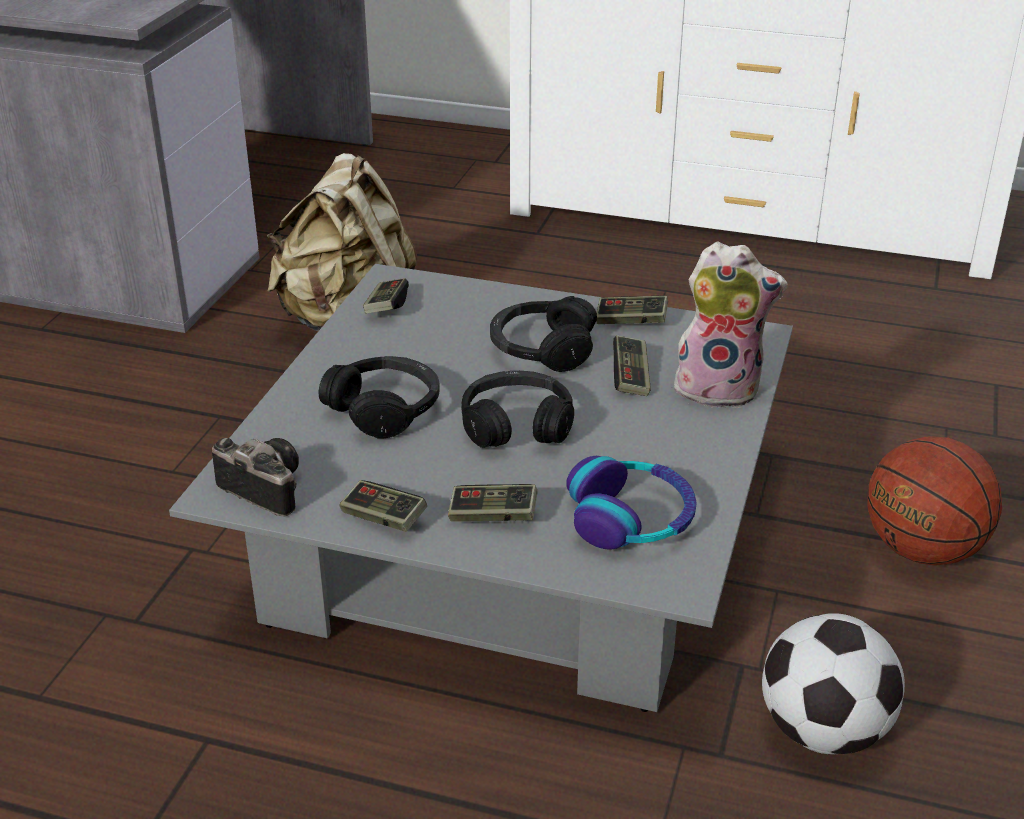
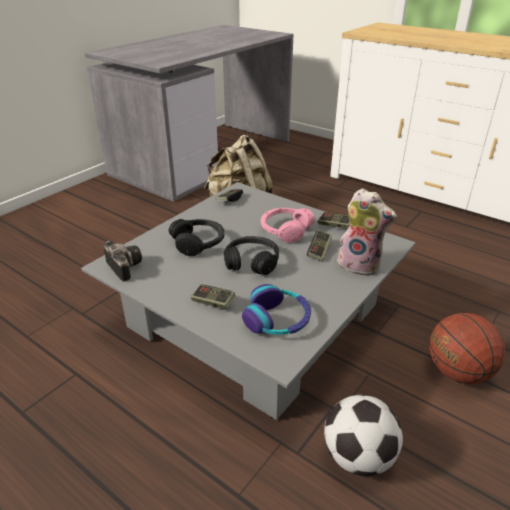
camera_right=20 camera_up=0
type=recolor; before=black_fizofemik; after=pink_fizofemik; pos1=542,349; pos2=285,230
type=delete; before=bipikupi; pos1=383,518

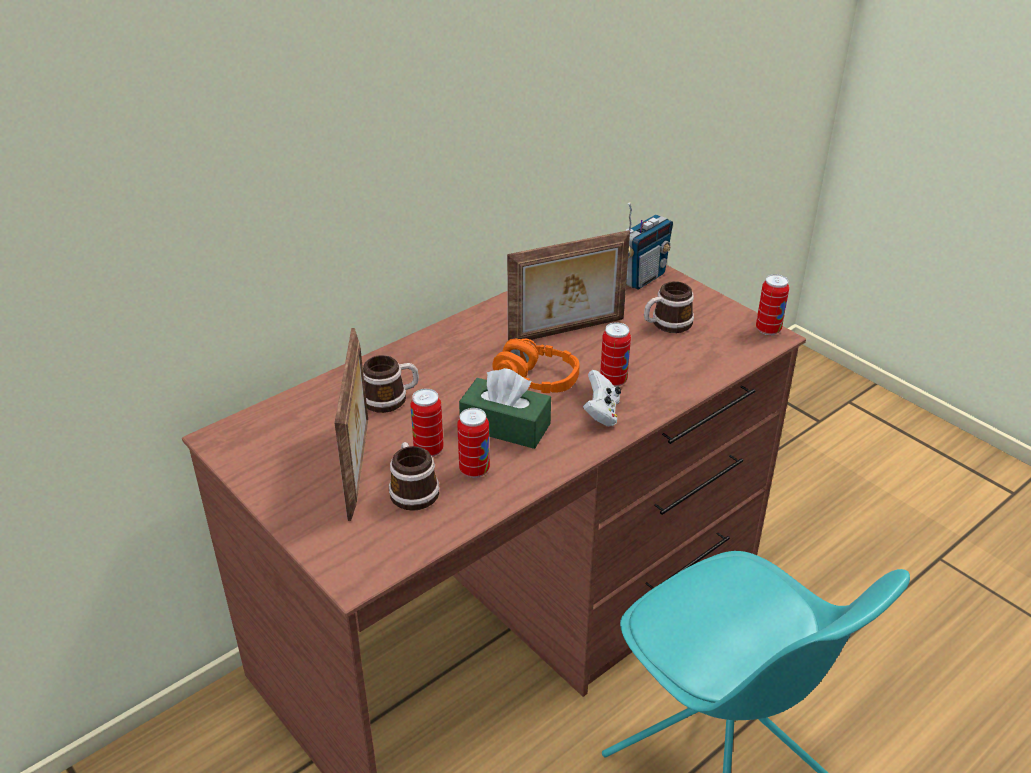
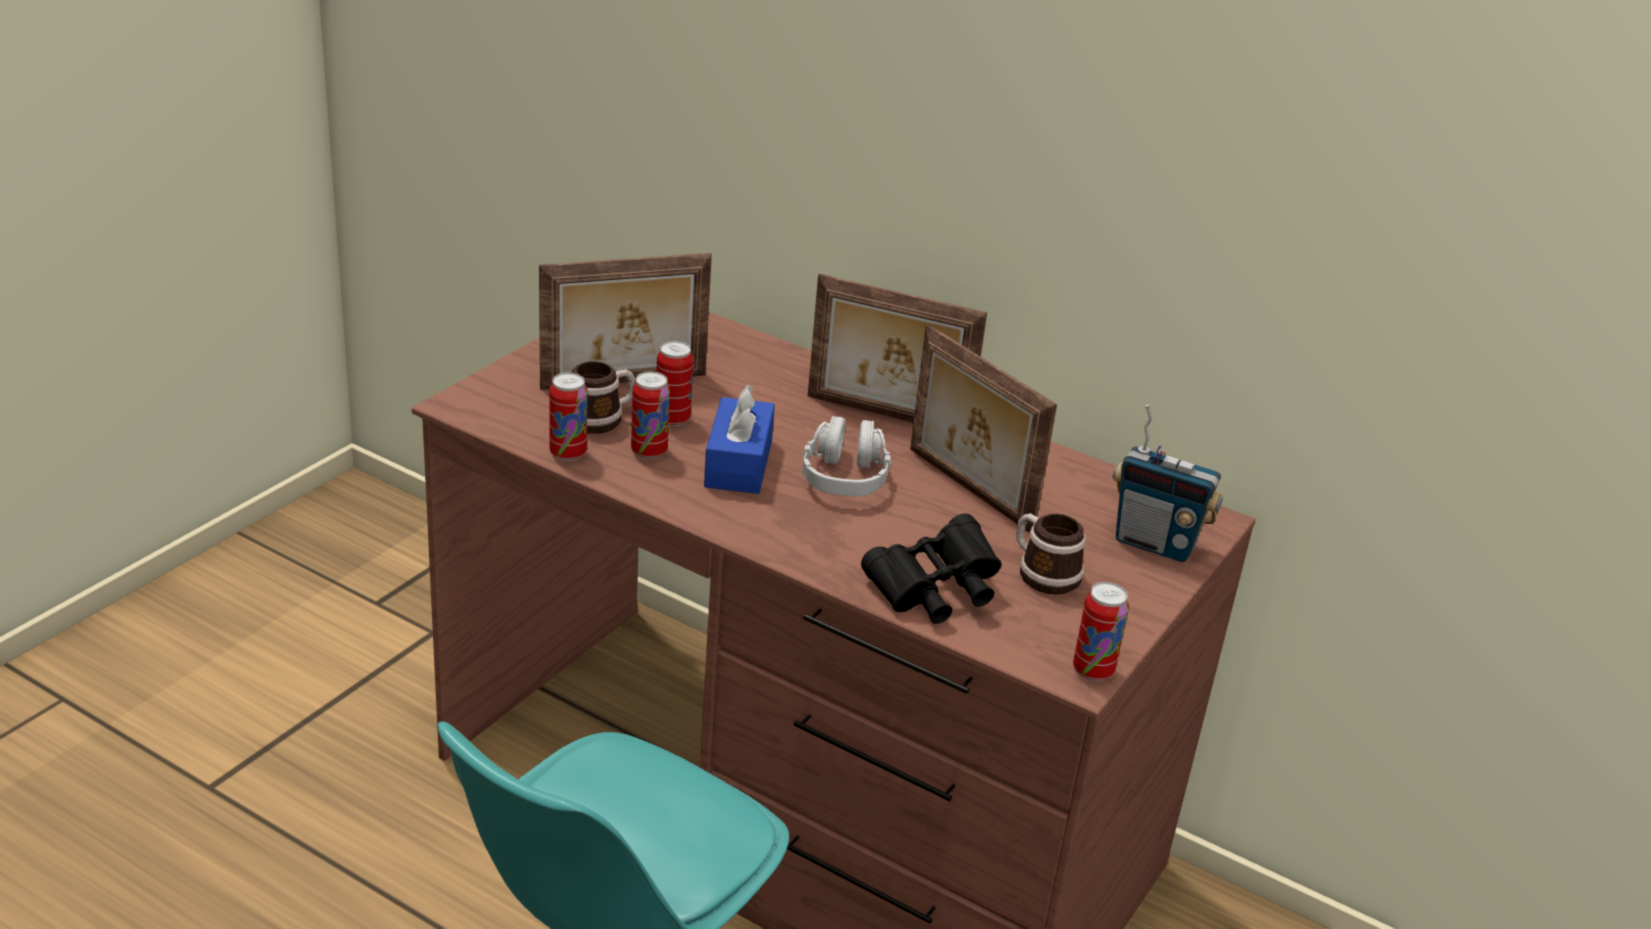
camera_right=70 camera_up=-5
type=move; before=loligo; pos1=613,380; pos2=568,453
type=recolor; before=orange_fizofemik; after=grey_fizofemik; pos1=536,380; pos2=845,476
type=delete; before=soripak; pos1=391,398
type=recolor; before=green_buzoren; after=blue_buzoren; pos1=505,426; pos2=738,463
type=delete; before=white_bipikupi; pos1=601,413
type=insert; after=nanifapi; pos2=886,416
type=insert; after=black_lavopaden; pos2=934,592

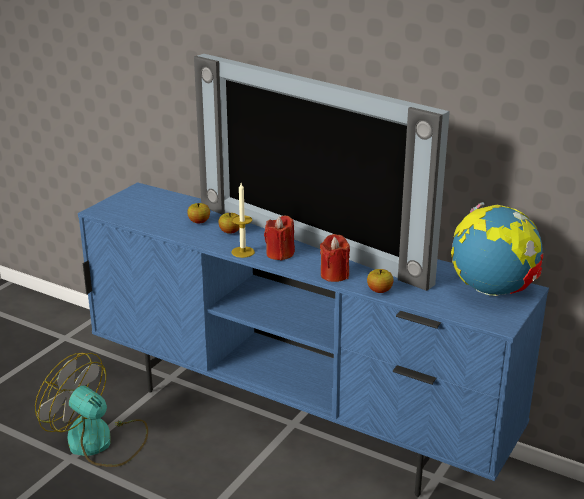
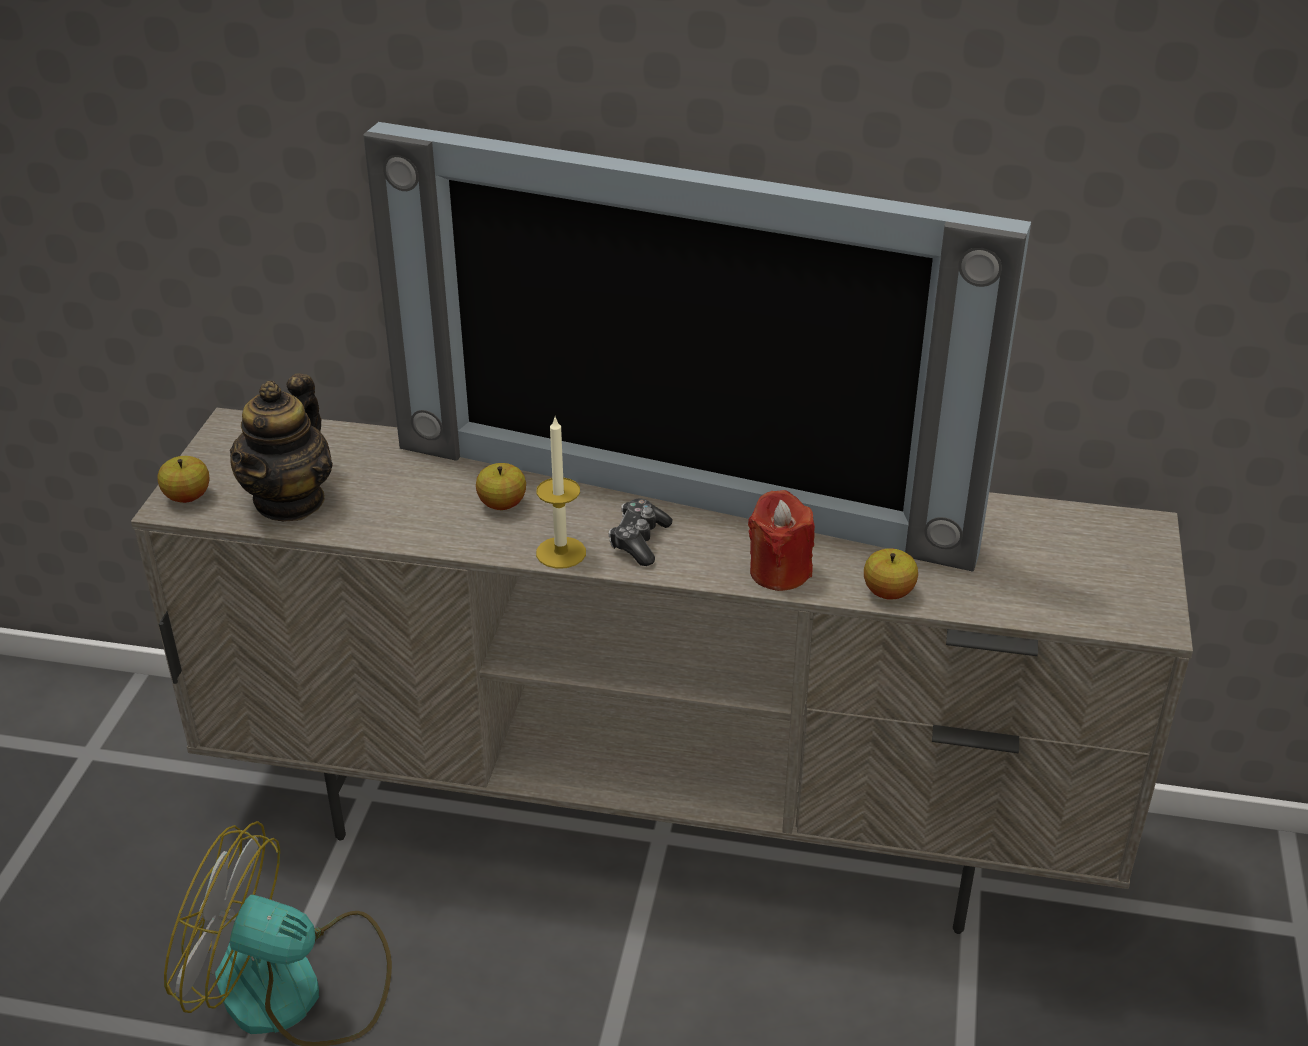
camera_right=-20 camera_up=10
type=recolor; before=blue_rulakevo; after=beige_rulakevo; pos1=296,418; pos2=660,823
type=delete; before=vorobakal; pos1=492,290
type=move; before=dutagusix; pos1=199,222; pos2=187,497
type=replace; before=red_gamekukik; after=bipikupi; pos1=280,254; pos2=639,541
type=insert; after=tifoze; pos2=290,501

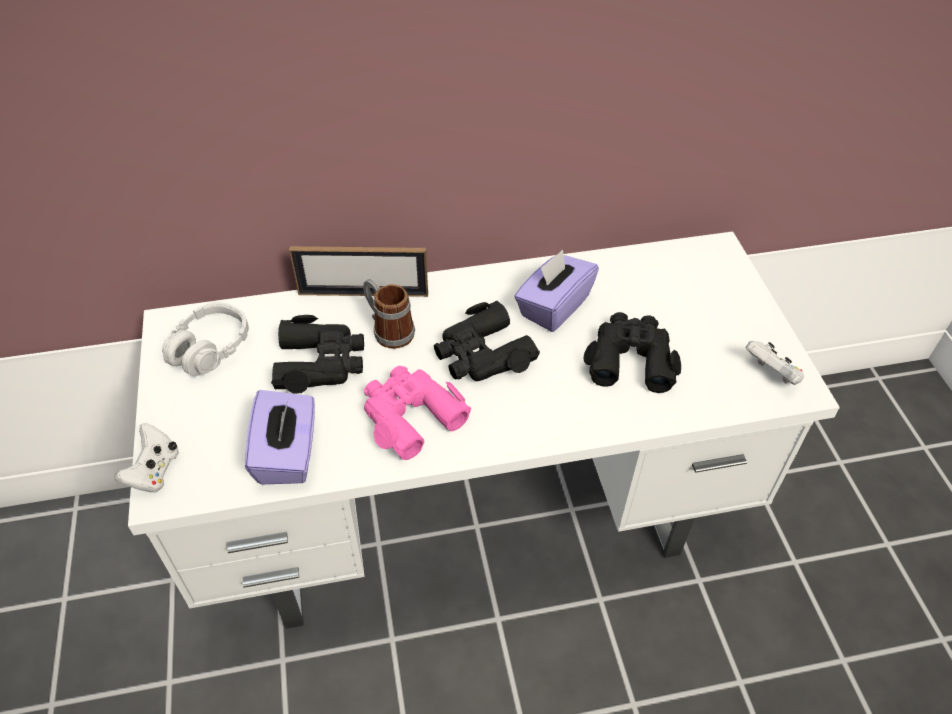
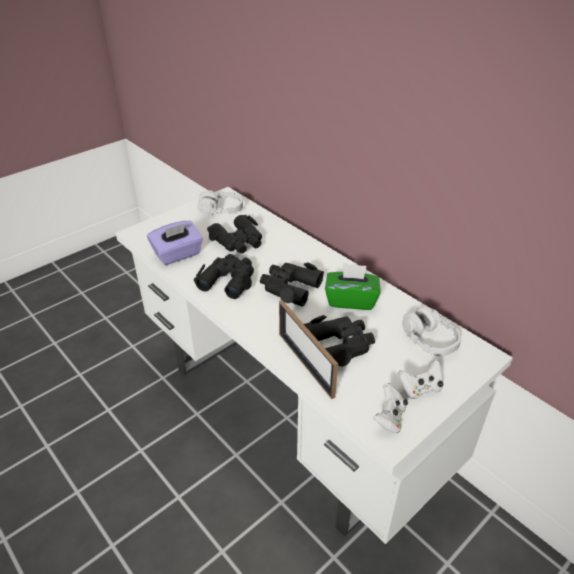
camera_right=60 camera_up=-10
type=move; before=nanifapi; pos1=363,294; pos2=305,364
type=recolor; before=purple_buzoren; after=green_buzoren; pos1=553,307; pos2=351,300
type=delete; before=soripak; pos1=388,329
type=recolor; before=pink_lavopaden; after=black_lavopaden; pos1=410,415; pos2=228,280
type=move; before=white_bipikupi; pos1=154,471; pos2=420,388
type=insert; after=grey_fizofemik; pos2=429,339

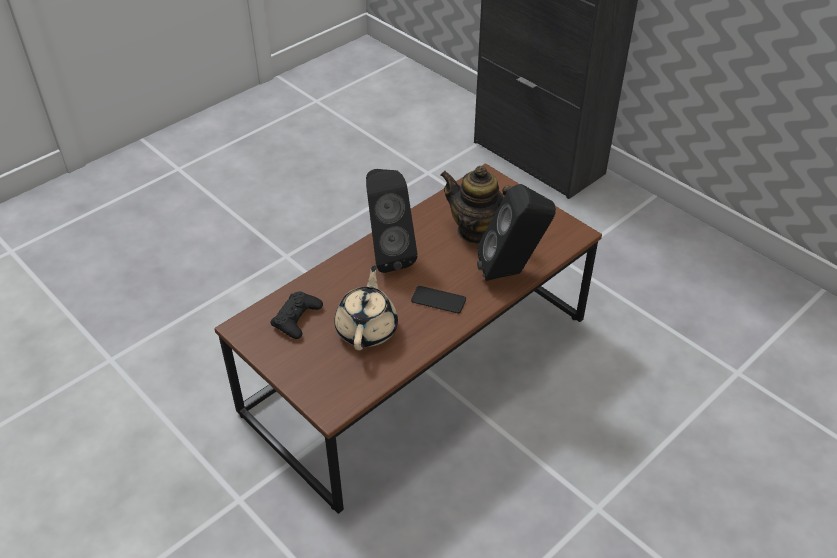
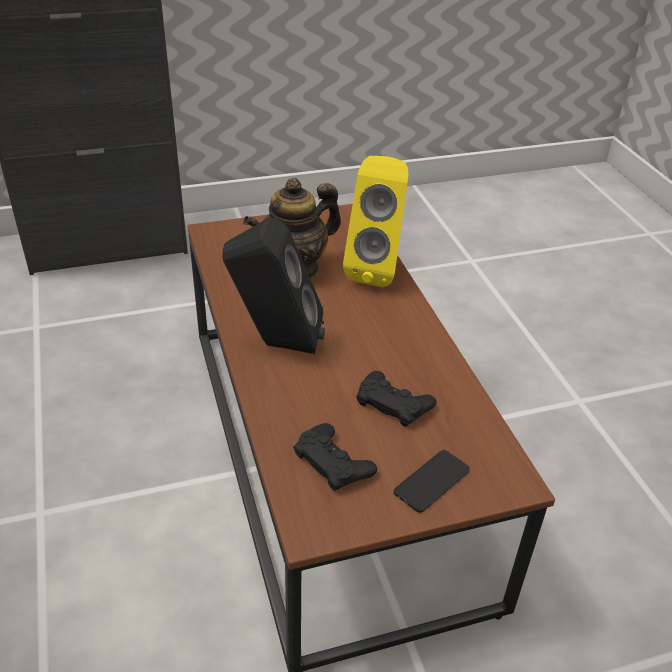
camera_right=-65 camera_up=-5
type=recolor; before=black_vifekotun; after=yellow_vifekotun; pos1=512,272; pos2=376,269
type=replace; before=beige_tifoze; after=black_bipikupi; pos1=367,328; pos2=393,403
type=move; before=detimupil; pos1=438,300; pos2=432,481

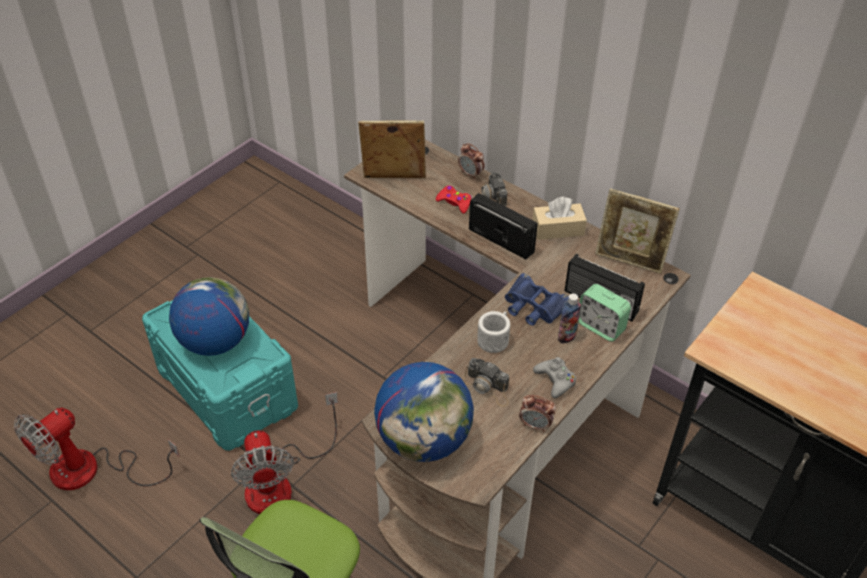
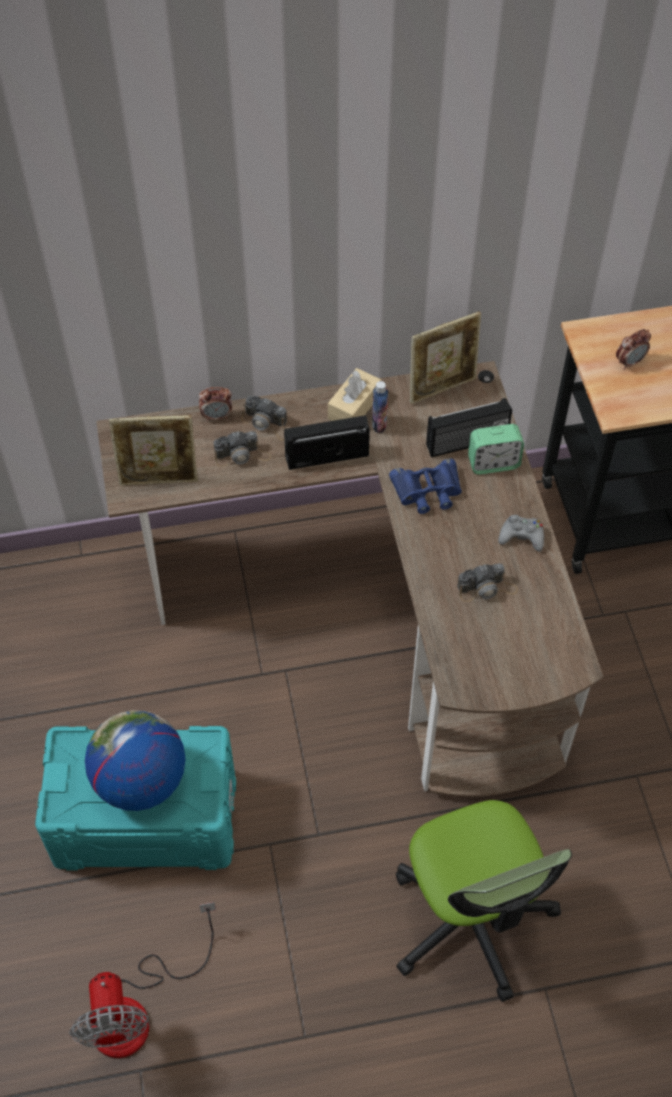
camera_right=-50 camera_up=10
type=rotate; before=nanifapi; pos1=393,179; pos2=159,479; turn=-135
type=replace; before=red_bipikupi; after=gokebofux; pos1=454,202; pos2=242,455
type=move; before=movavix; pos1=567,336; pos2=379,424
type=delete; before=white_soripak; pos1=495,339
type=delete; before=vorobakal; pos1=424,440
type=delete; before=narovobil; pos1=280,481
type=move; before=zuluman; pos1=535,425; pos2=629,362

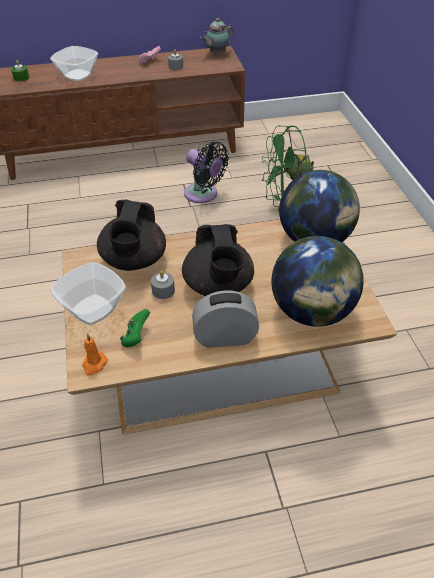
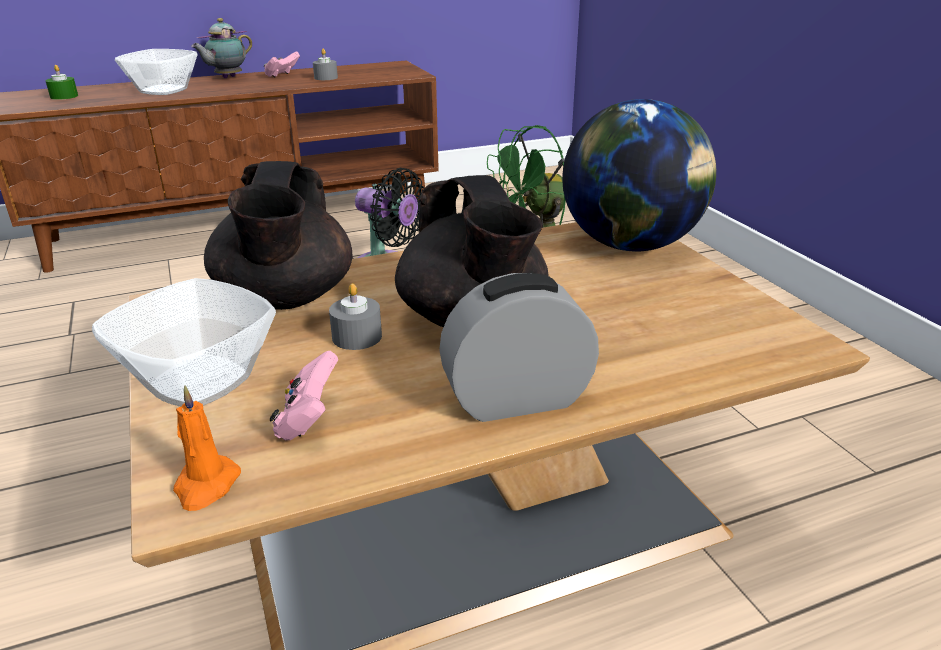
camera_right=-10 camera_up=-15
type=move; before=tifoze; pos1=216,54; pos2=227,77
type=delete; before=vorobakal; pos1=312,312
type=recolor; before=green_bipikupi; after=pink_bipikupi; pos1=136,337; pos2=308,420

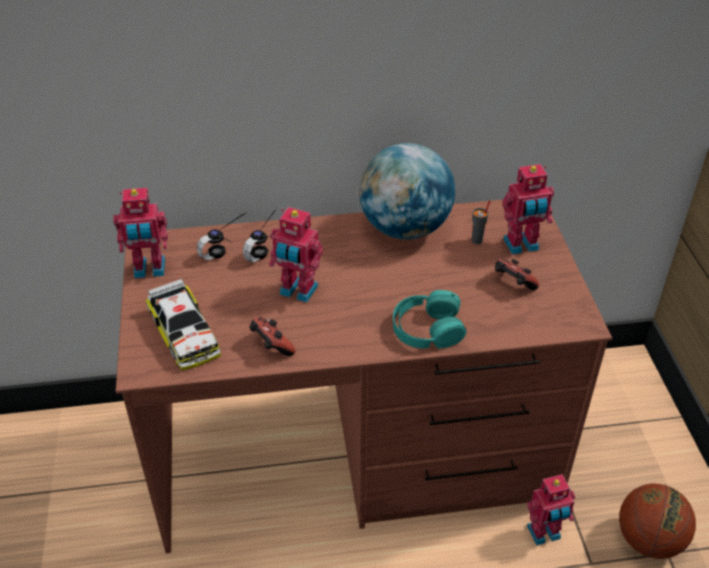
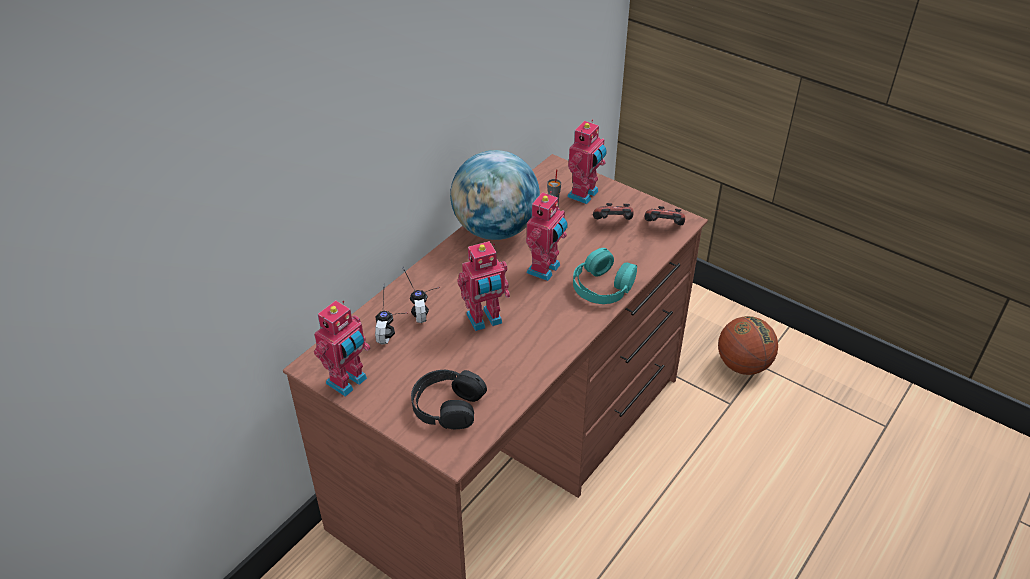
camera_right=-45 camera_up=0
type=replace; before=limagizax; after=black_fizofemik; pos1=184,333; pos2=447,405
type=move; before=bipikupi; pos1=271,346; pos2=663,227
type=move; before=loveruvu; pos1=544,534; pos2=545,270

